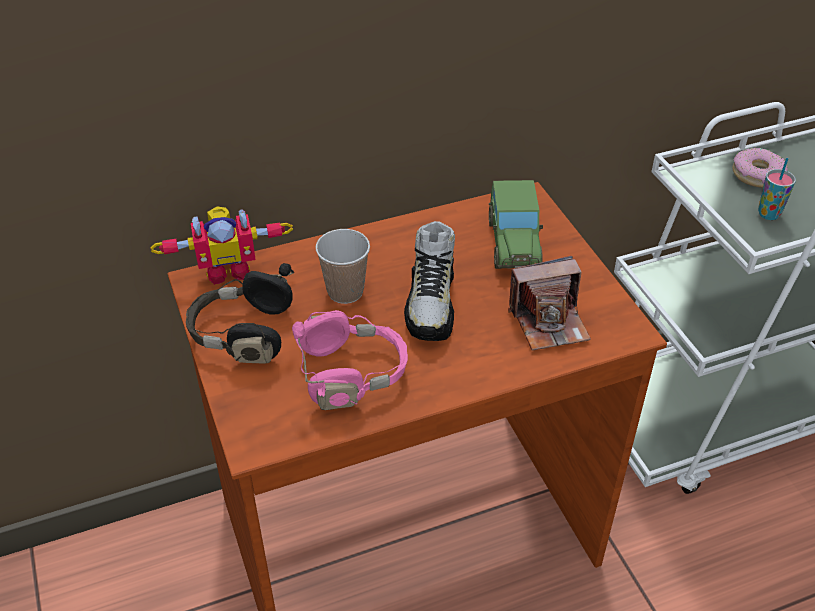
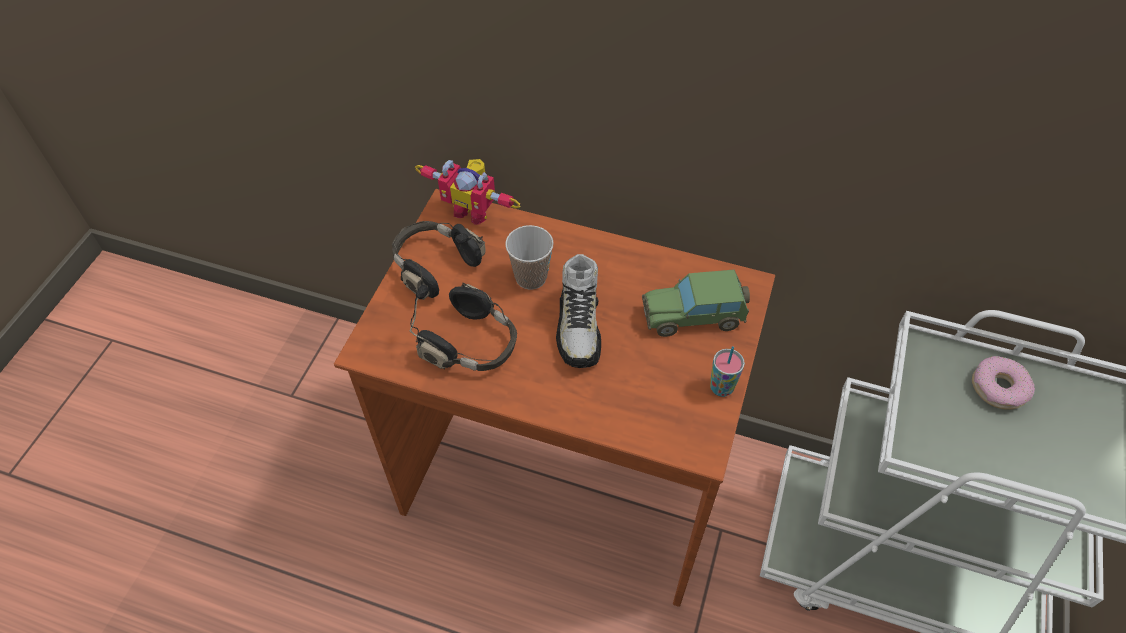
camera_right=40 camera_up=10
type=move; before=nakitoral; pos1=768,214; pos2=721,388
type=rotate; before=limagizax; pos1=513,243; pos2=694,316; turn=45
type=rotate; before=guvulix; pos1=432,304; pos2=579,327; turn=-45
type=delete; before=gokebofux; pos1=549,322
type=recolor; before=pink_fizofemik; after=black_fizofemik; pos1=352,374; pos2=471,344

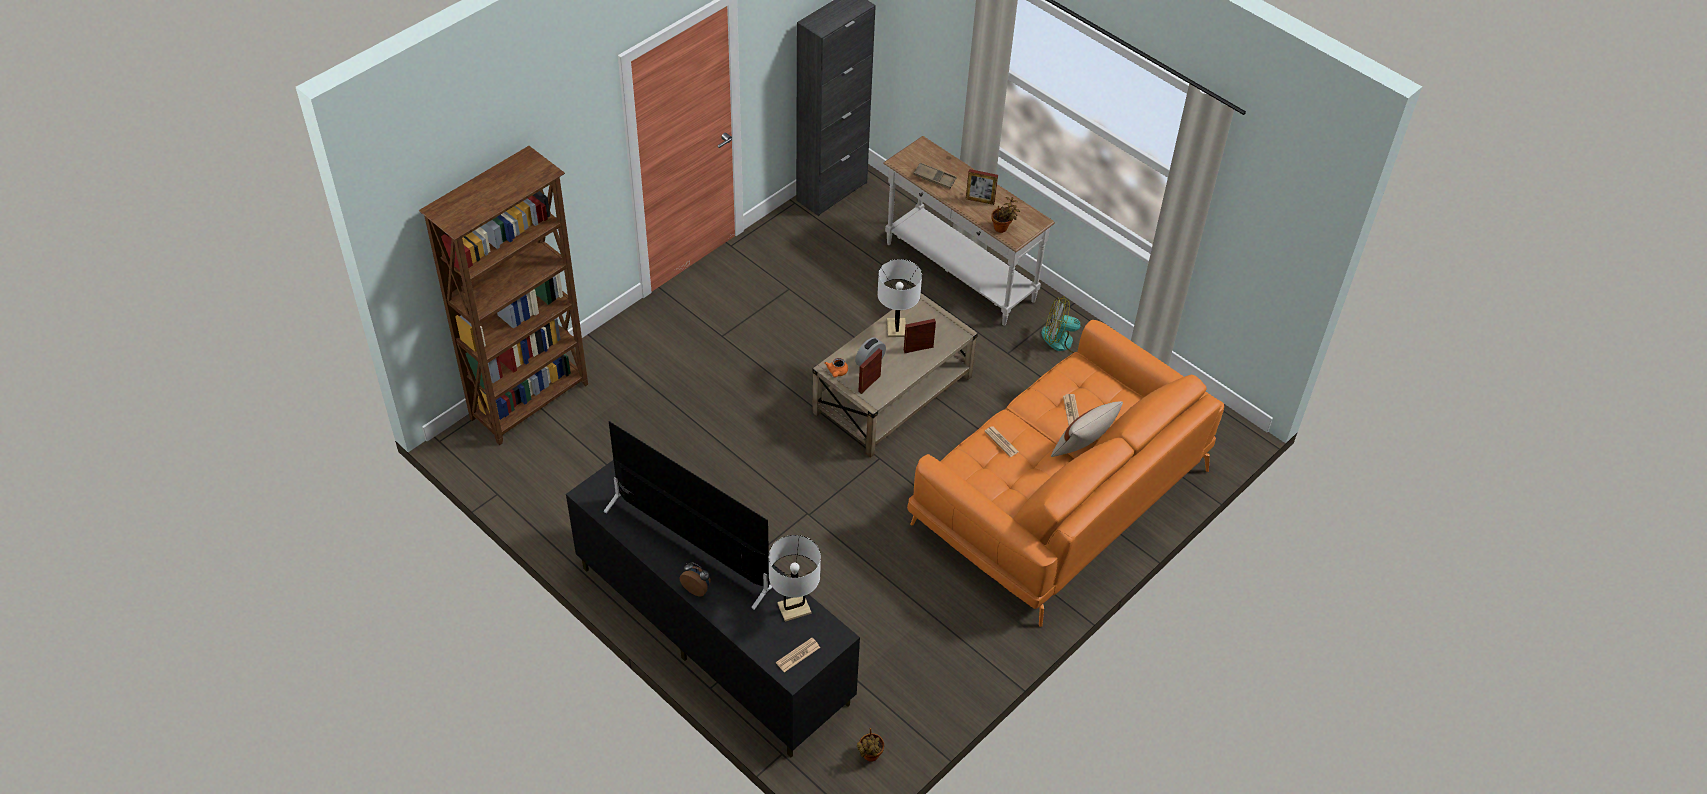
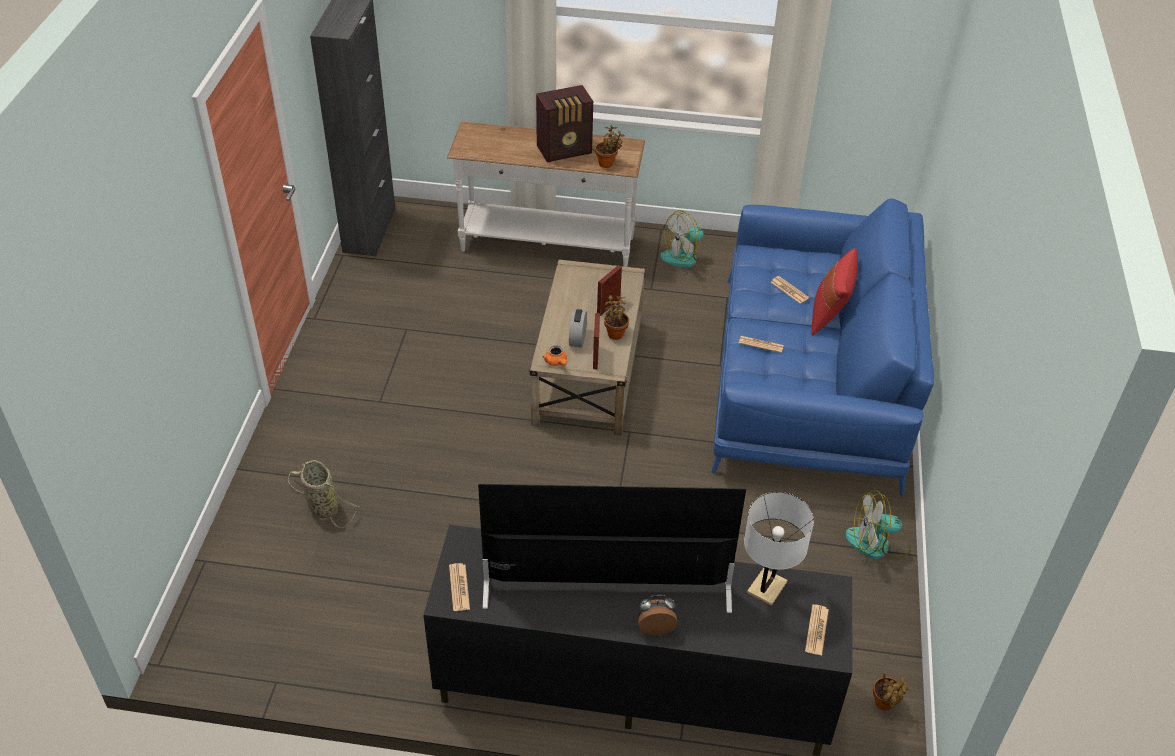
camera_right=-35 camera_up=-5
type=delete; before=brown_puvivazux; pos1=531,401
type=delete; before=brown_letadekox; pos1=934,178
type=replace; before=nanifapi; after=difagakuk; pos1=980,200; pos2=565,150
type=delete; before=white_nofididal; pos1=896,328
type=recolor; before=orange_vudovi; after=blue_vudovi; pos1=1059,498; pos2=808,382
type=recolor; before=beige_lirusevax; after=red_lirusevax; pos1=1082,449; pos2=829,316
type=insert; after=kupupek; pos2=615,333
type=insert; after=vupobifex; pos2=321,506
type=insert; after=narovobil; pos2=878,543
type=insert; after=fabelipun; pos2=459,587

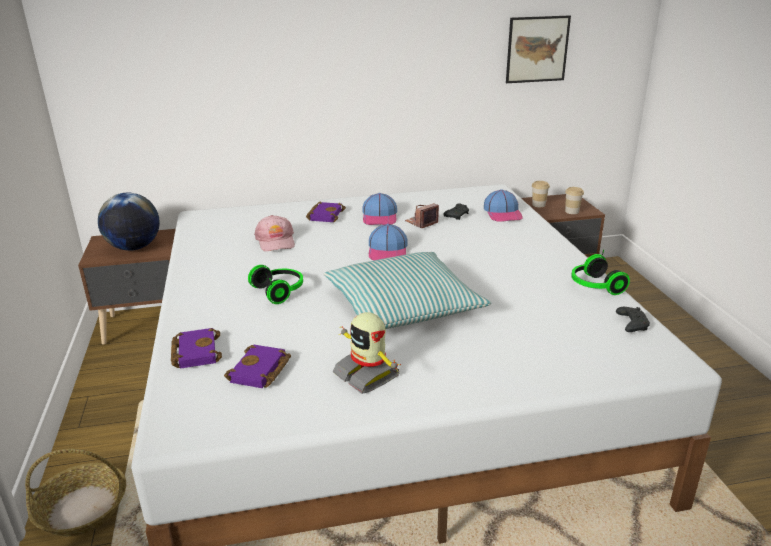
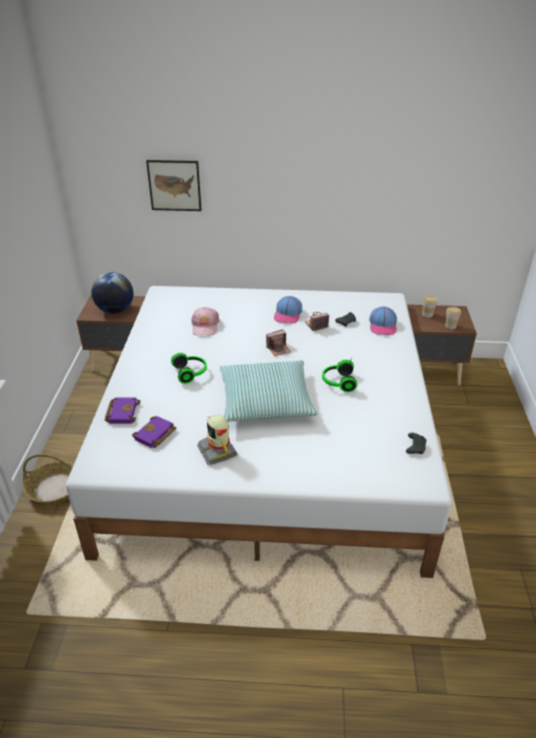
camera_right=15 camera_up=10
type=move; before=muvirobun; pos1=537,49; pos2=174,185
type=delete; before=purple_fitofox; pos1=325,215
type=replace; before=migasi; after=gokebofux; pos1=388,251; pos2=278,349
type=move; before=fizofemik; pos1=594,286; pos2=338,382

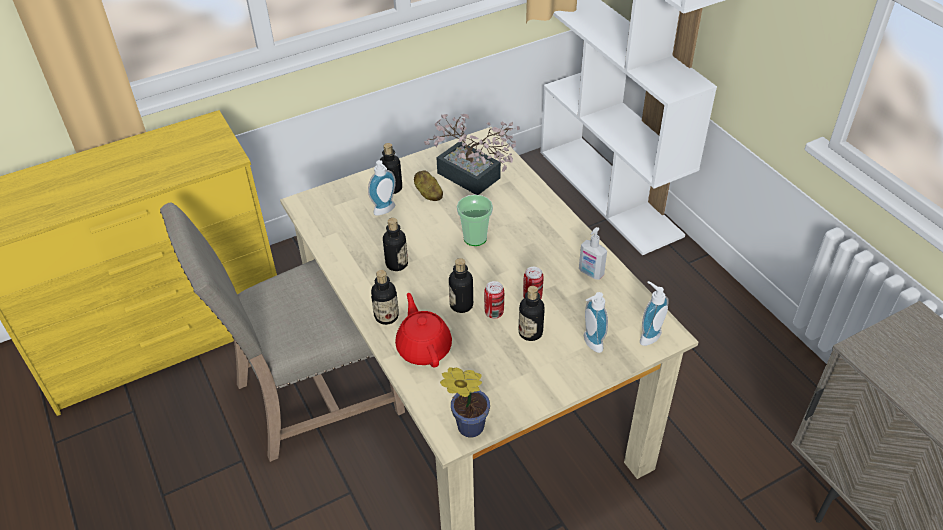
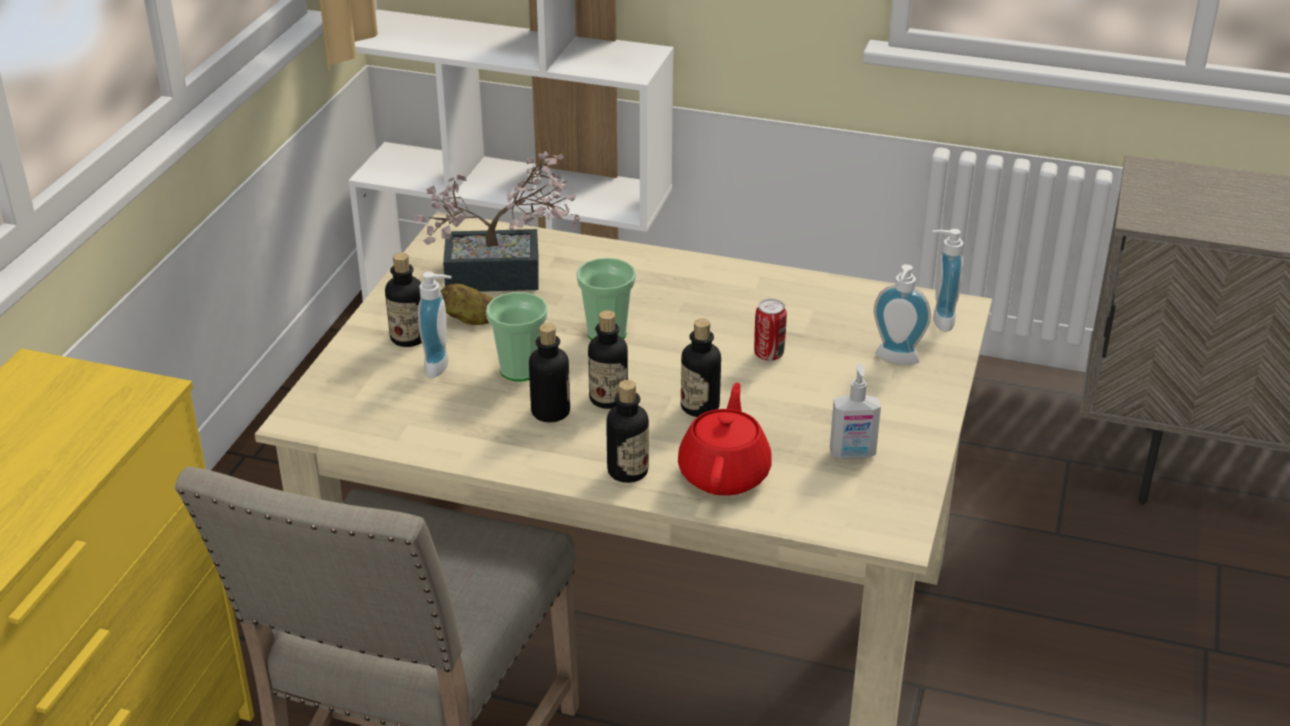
camera_right=-45 camera_up=-10
type=move; before=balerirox; pos1=590,273; pos2=852,454
type=delete; before=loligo; pos1=494,312
type=move; before=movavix; pos1=530,332; pos2=608,399
type=rotate; before=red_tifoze; pos1=424,347; pos2=725,473; turn=75
type=delete; before=kupupek; pos1=467,426
type=insert; after=nakitoral; pos2=520,370

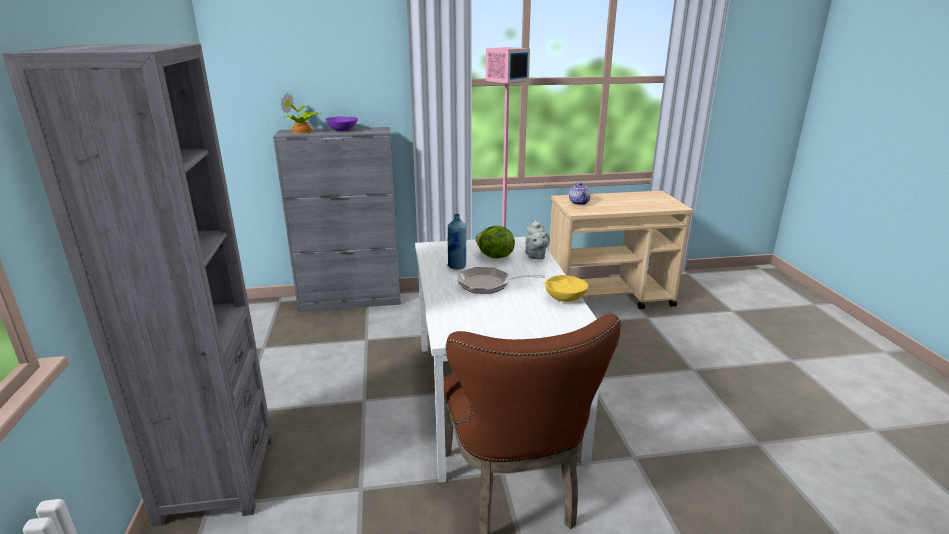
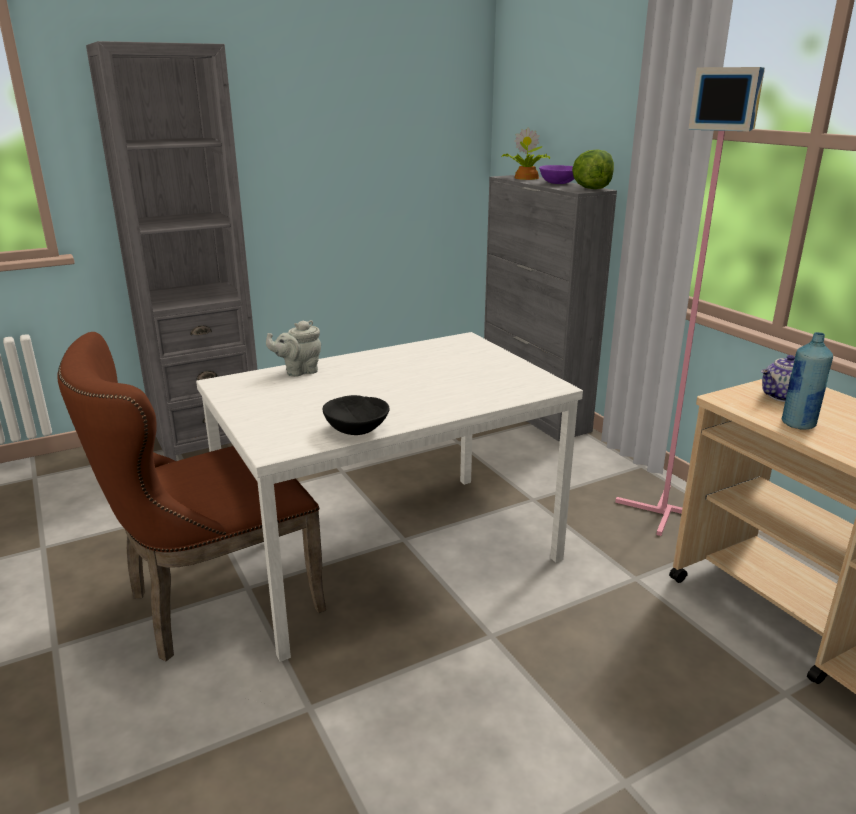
camera_right=70 camera_up=0
type=move; before=blue_movavix; pos1=457,266; pos2=798,424
type=move; before=grey_tifoze; pos1=535,256; pos2=299,371
type=move; before=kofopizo; pos1=494,257; pos2=591,188
type=delete; before=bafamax; pos1=489,284
type=recolor; before=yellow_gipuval; after=black_gipuval; pos1=565,298; pos2=355,429

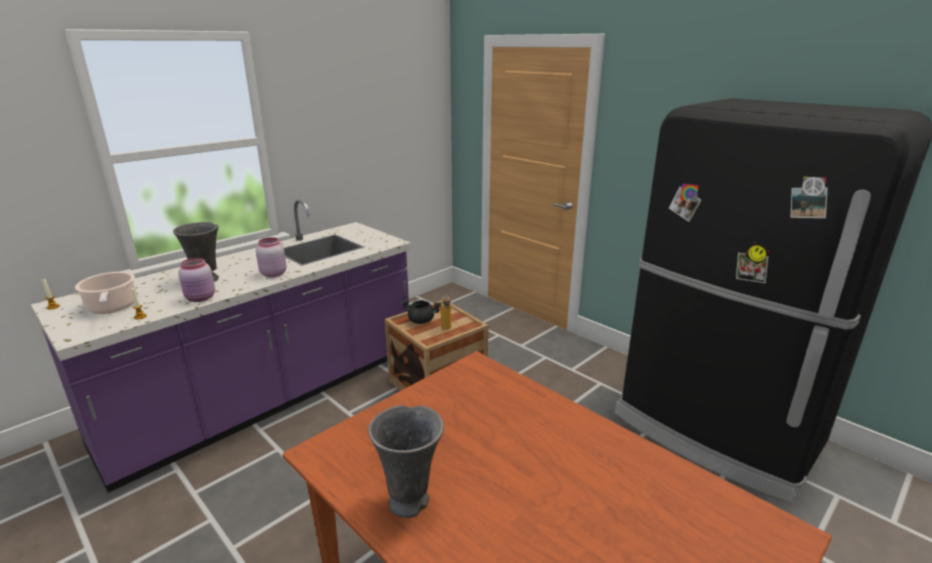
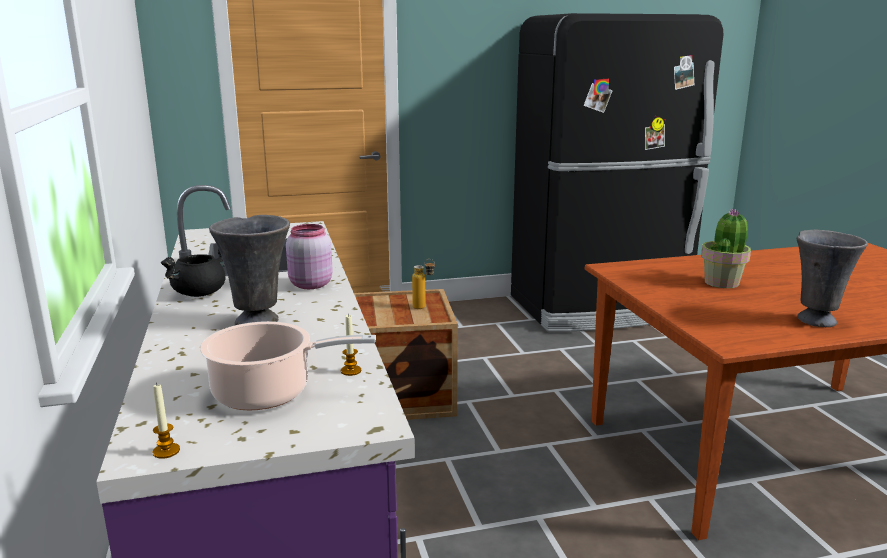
camera_right=-60 camera_up=-5
type=delete; before=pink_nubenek; pos1=201,298
type=move; before=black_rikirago; pos1=422,321; pos2=200,293
type=insert; after=kupupek; pos2=722,282

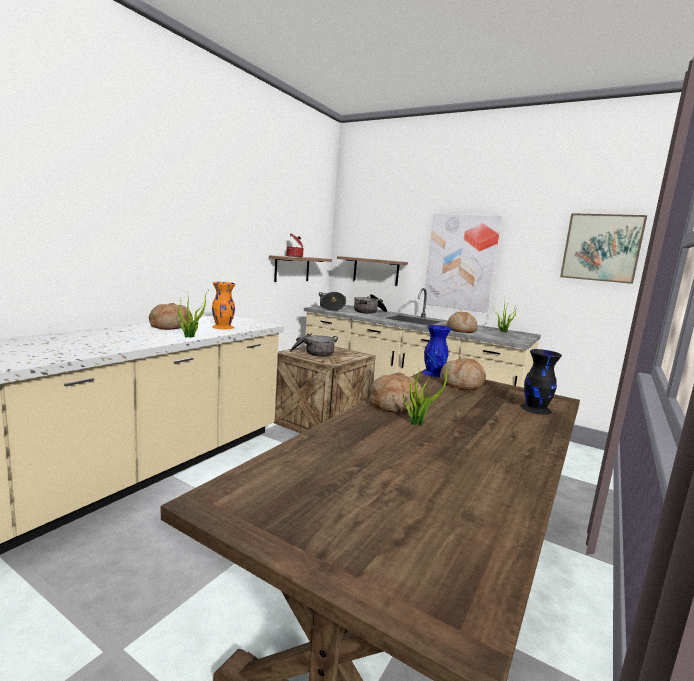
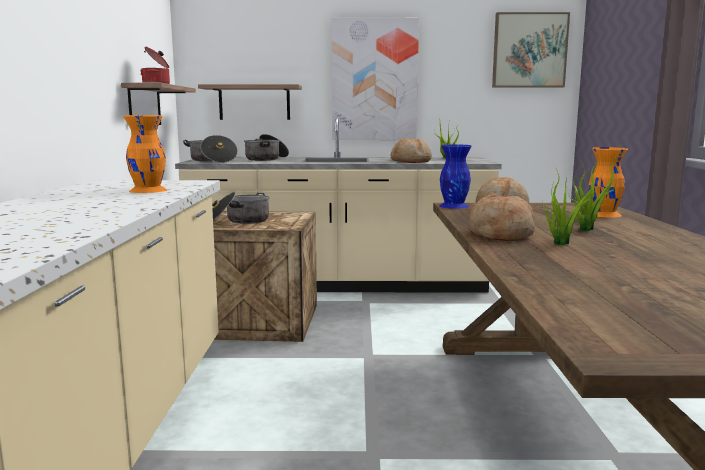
camera_right=-30 camera_up=0
type=move; before=kupupek; pos1=191,336; pos2=586,229
type=delete; before=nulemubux; pos1=170,326
type=recolor; before=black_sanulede; after=orange_sanulede; pos1=536,409; pos2=604,214

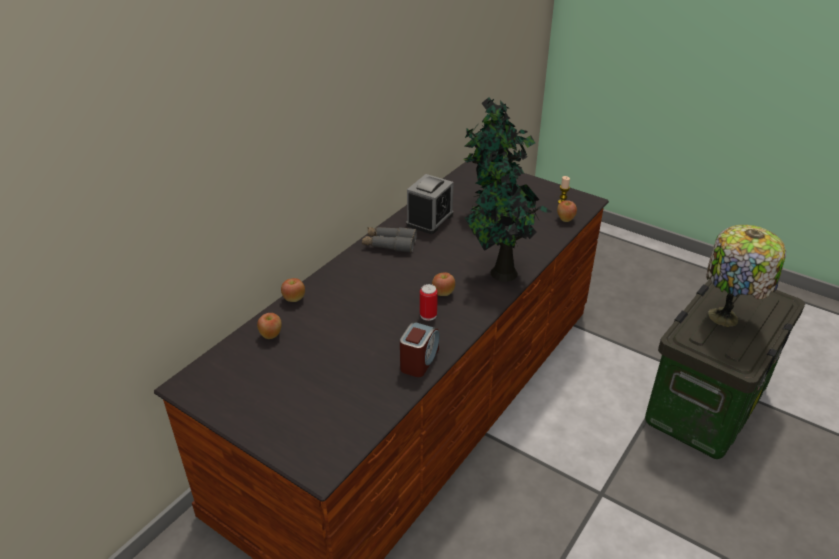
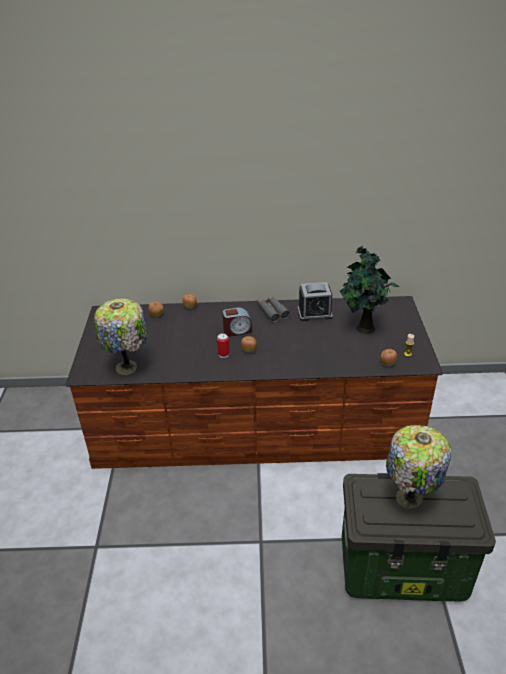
camera_right=55 camera_up=0
type=delete; before=kupupek; pos1=501,273
type=move; before=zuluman; pos1=419,360; pos2=237,331
type=insert; after=nofididal; pos2=128,368

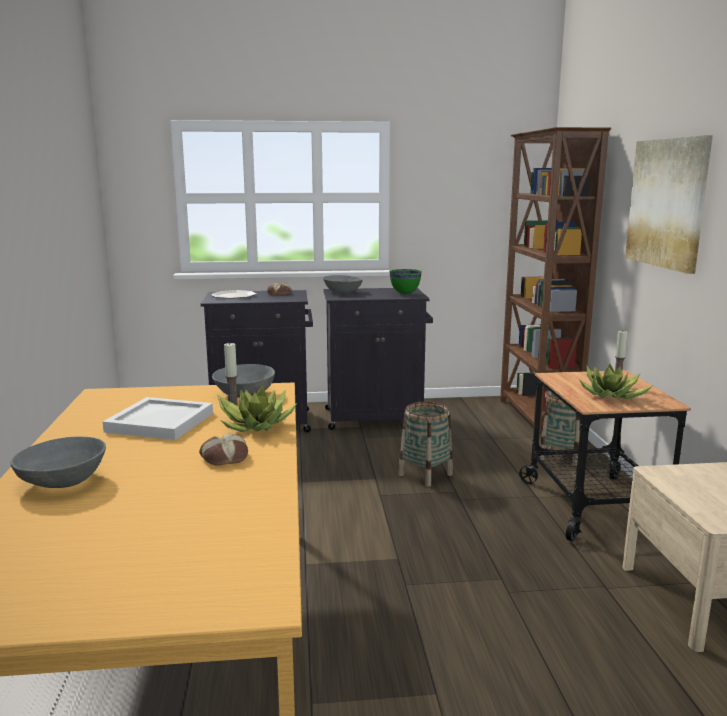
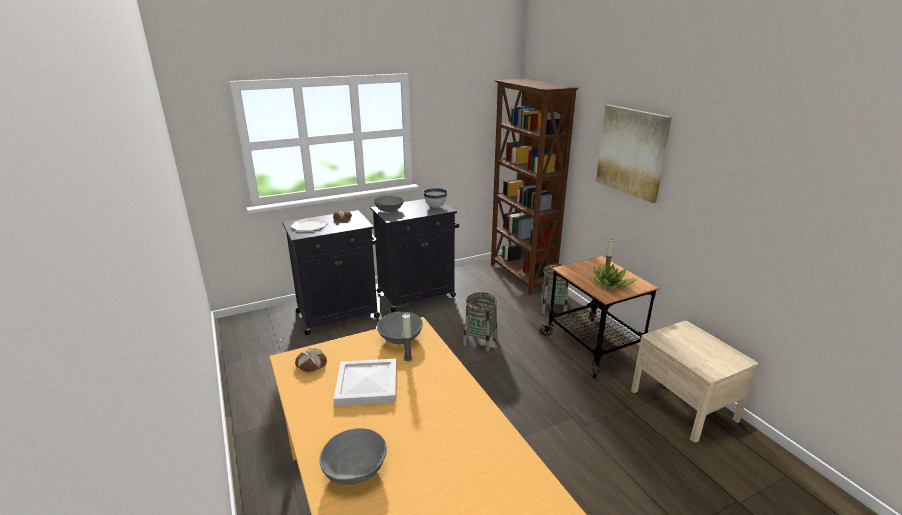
camera_right=-20 camera_up=10
type=recolor; before=green_gipuval; after=white_gipuval; pos1=405,293; pos2=435,207
type=delete; before=kupupek; pos1=256,424
type=move; before=nulemubux; pos1=224,457; pos2=311,364

